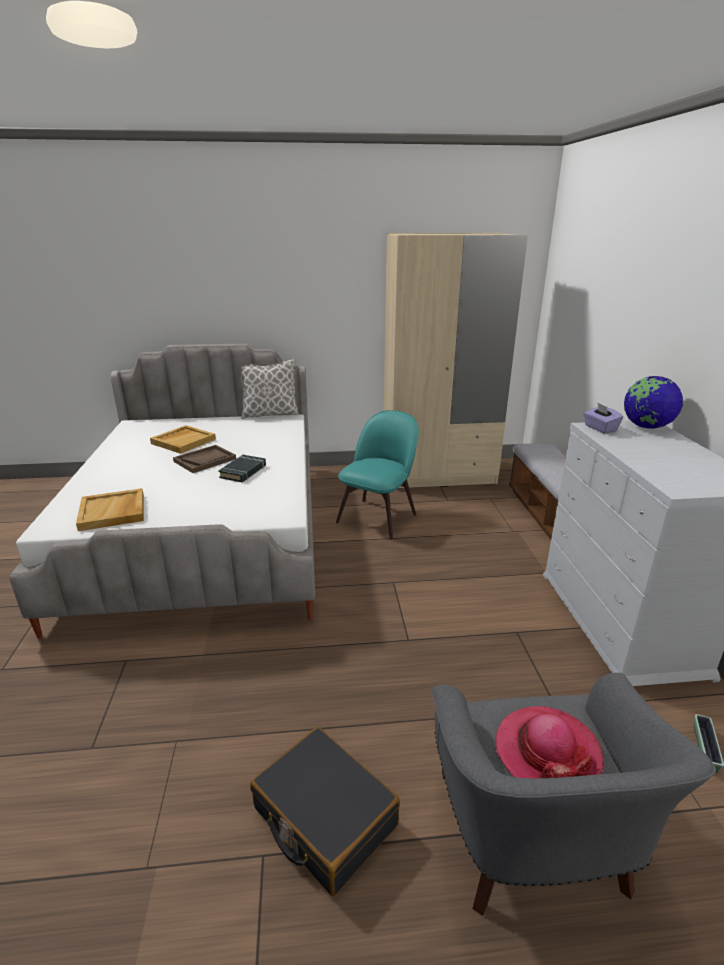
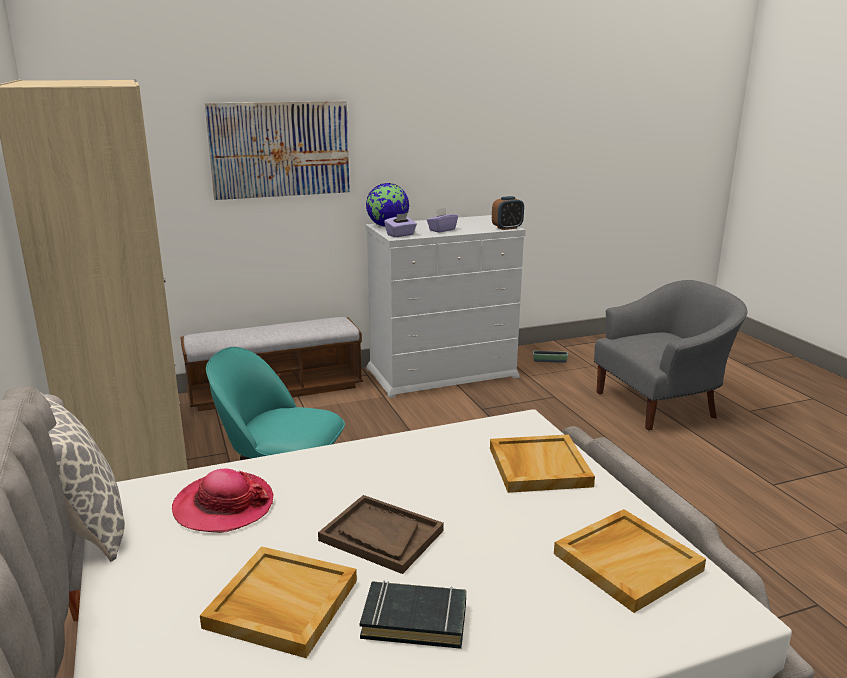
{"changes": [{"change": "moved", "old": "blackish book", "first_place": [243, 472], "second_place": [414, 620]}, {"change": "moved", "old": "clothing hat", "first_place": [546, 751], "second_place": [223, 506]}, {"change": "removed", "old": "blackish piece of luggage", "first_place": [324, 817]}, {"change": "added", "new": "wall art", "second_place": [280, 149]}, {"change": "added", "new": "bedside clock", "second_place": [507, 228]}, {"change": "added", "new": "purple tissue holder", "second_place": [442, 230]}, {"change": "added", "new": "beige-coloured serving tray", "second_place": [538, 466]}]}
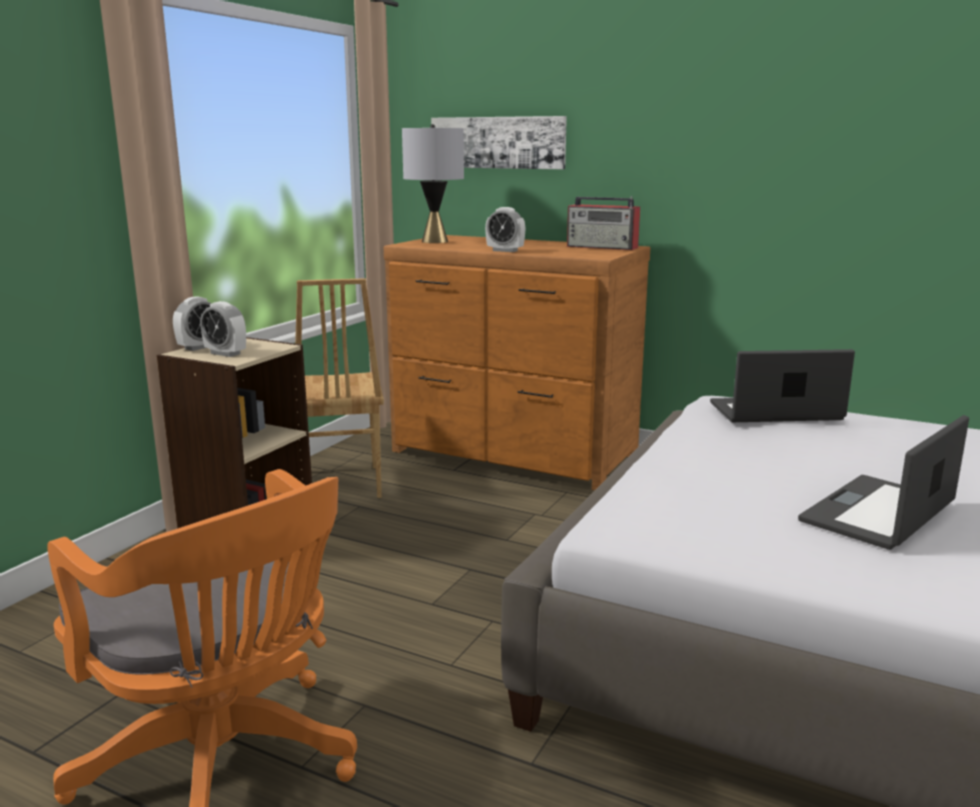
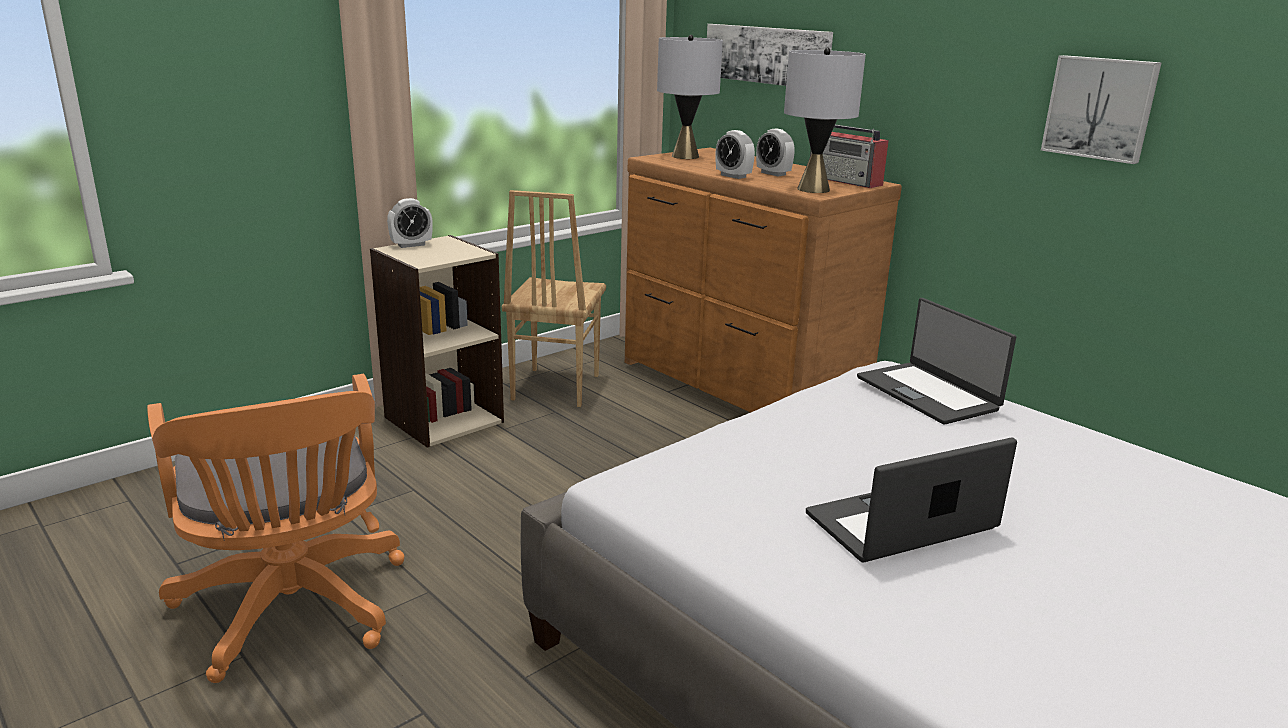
{"changes": [{"change": "moved", "old": "bedside clock", "first_place": [225, 353], "second_place": [773, 174]}, {"change": "turned", "old": "portable computer", "first_place": [776, 412], "second_place": [928, 393], "degrees": -135}, {"change": "added", "new": "greyish tabletop lamp", "second_place": [813, 189]}, {"change": "added", "new": "wall art", "second_place": [1100, 108]}]}
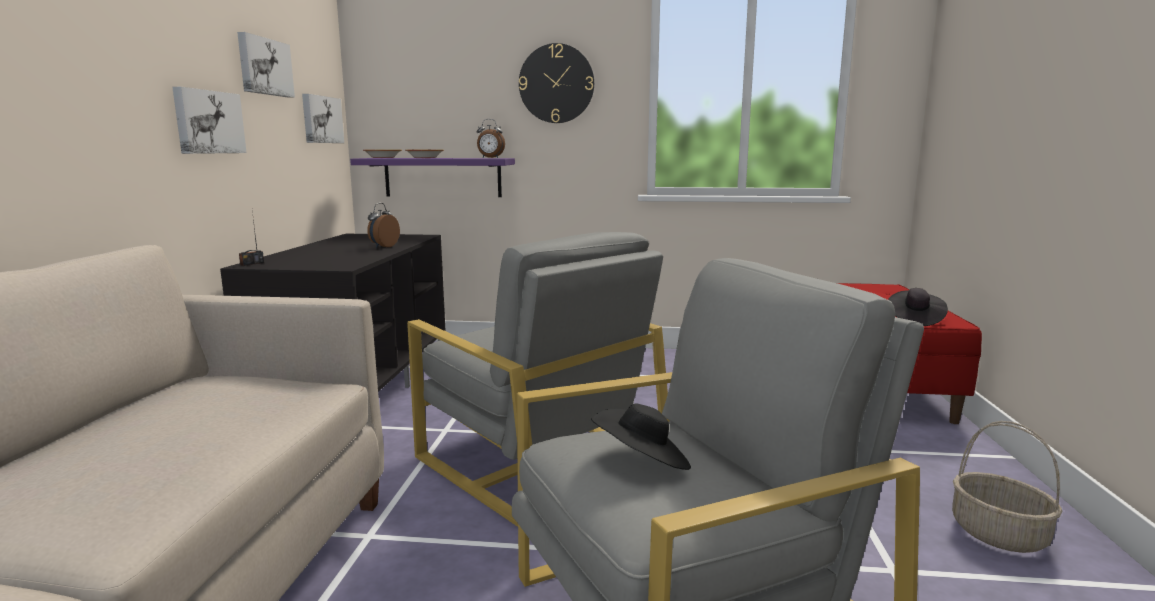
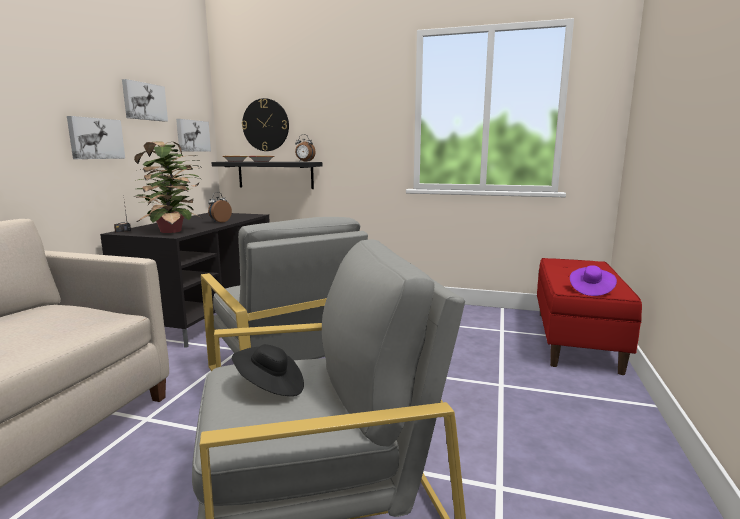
{"changes": [{"change": "moved", "old": "clock on the wall", "first_place": [556, 84], "second_place": [265, 125]}, {"change": "recoloured", "old": "purple bracket shelf", "new": "blackish bracket shelf", "first_place": [442, 177], "second_place": [275, 175]}, {"change": "recoloured", "old": "blackish clothing hat", "new": "purple clothing hat", "first_place": [914, 320], "second_place": [590, 290]}, {"change": "removed", "old": "basket", "first_place": [999, 534]}, {"change": "added", "new": "plant in a pot", "second_place": [173, 231]}]}
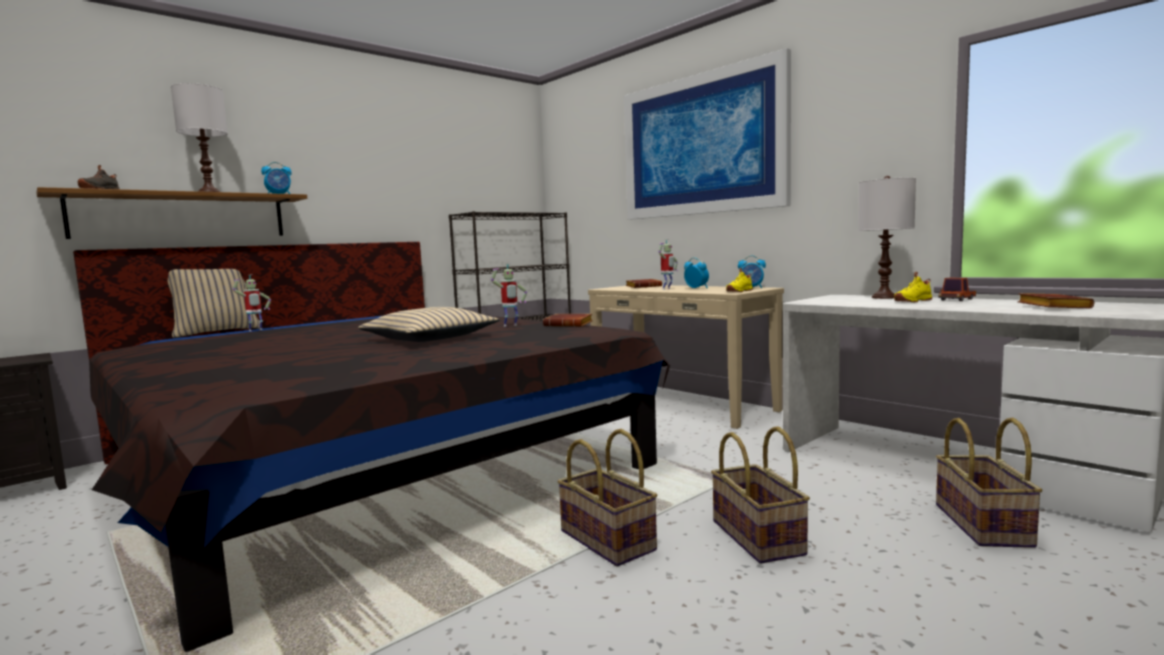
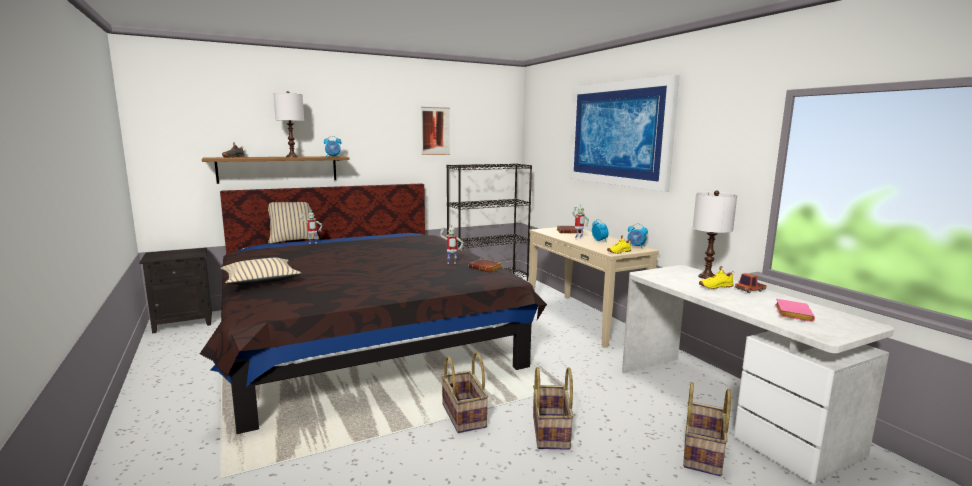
{"changes": [{"change": "recoloured", "old": "brown book", "new": "pink book", "first_place": [1050, 307], "second_place": [791, 313]}, {"change": "moved", "old": "beige-coloured throw pillow", "first_place": [429, 338], "second_place": [260, 280]}, {"change": "added", "new": "wall art", "second_place": [435, 131]}]}
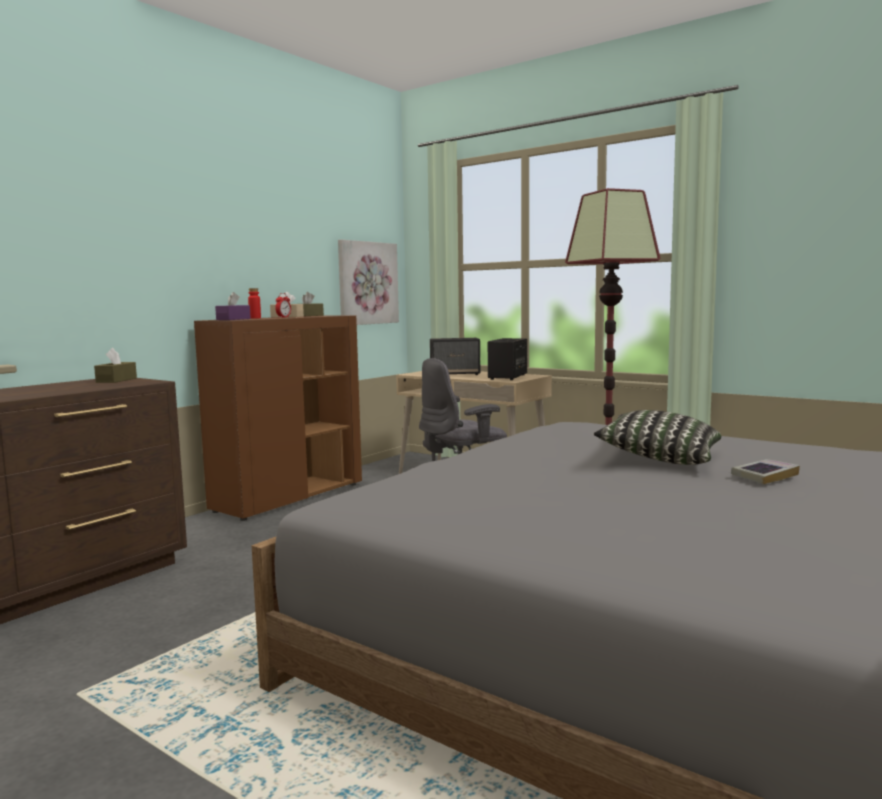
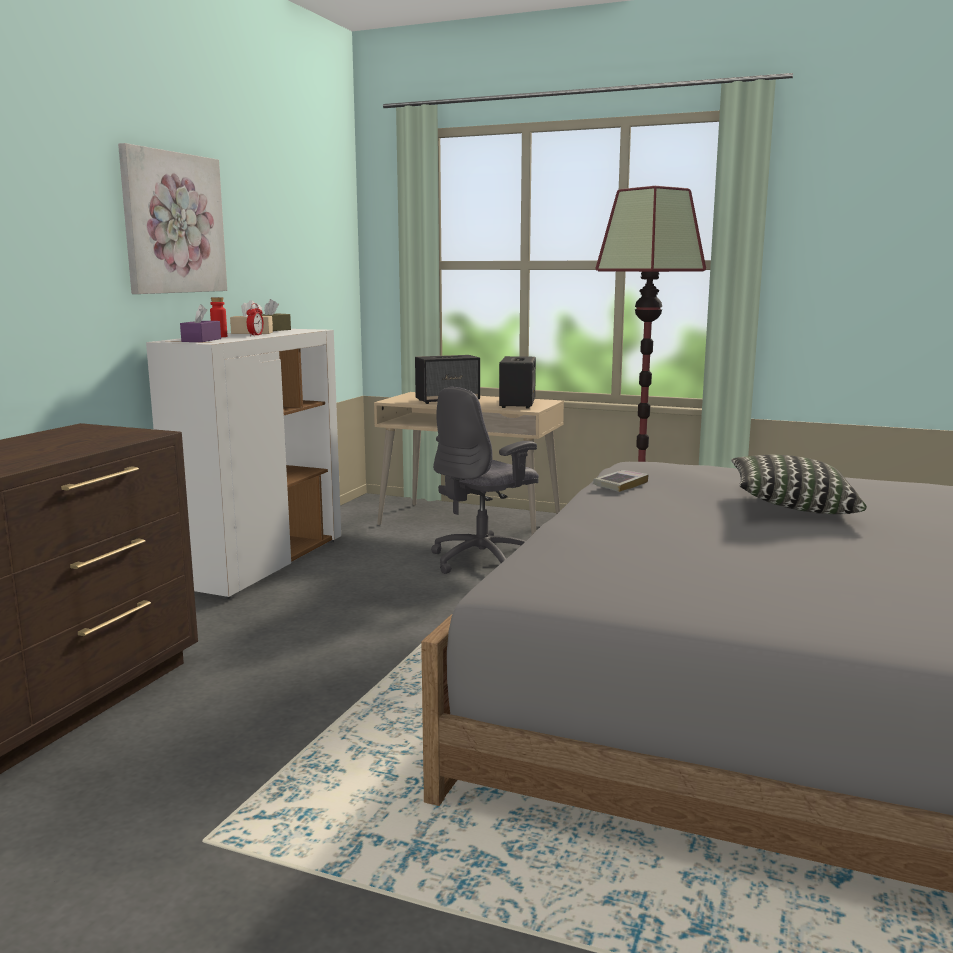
{"changes": [{"change": "moved", "old": "wall art", "first_place": [367, 283], "second_place": [172, 223]}, {"change": "recoloured", "old": "brown cabinet", "new": "whitish cabinet", "first_place": [289, 497], "second_place": [261, 563]}, {"change": "removed", "old": "brown tissue holder", "first_place": [116, 380]}, {"change": "moved", "old": "book", "first_place": [764, 476], "second_place": [620, 485]}]}
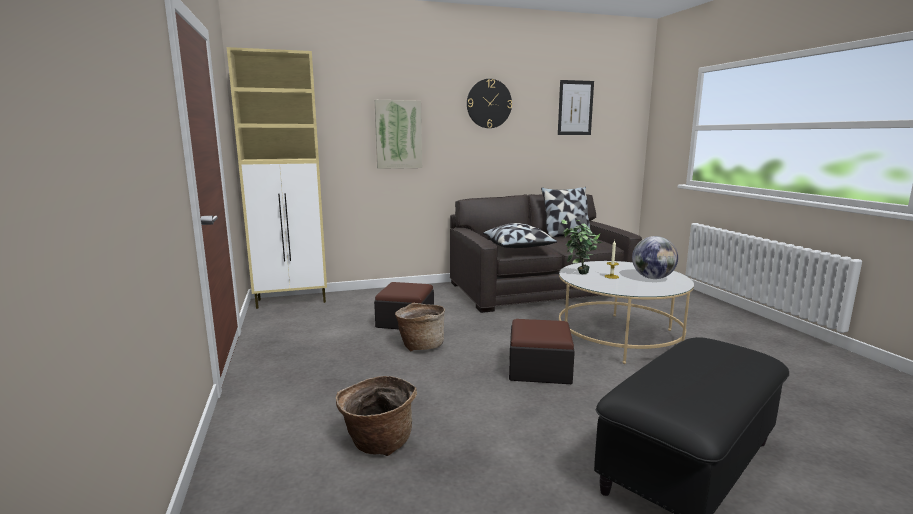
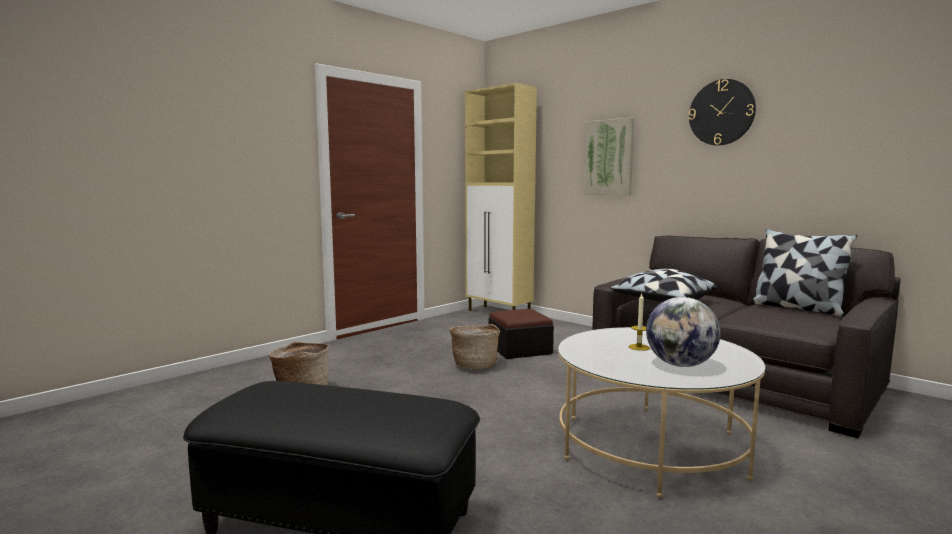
{"changes": [{"change": "removed", "old": "wall art", "first_place": [575, 108]}, {"change": "removed", "old": "plant in a pot", "first_place": [578, 274]}, {"change": "removed", "old": "ottoman", "first_place": [539, 368]}]}
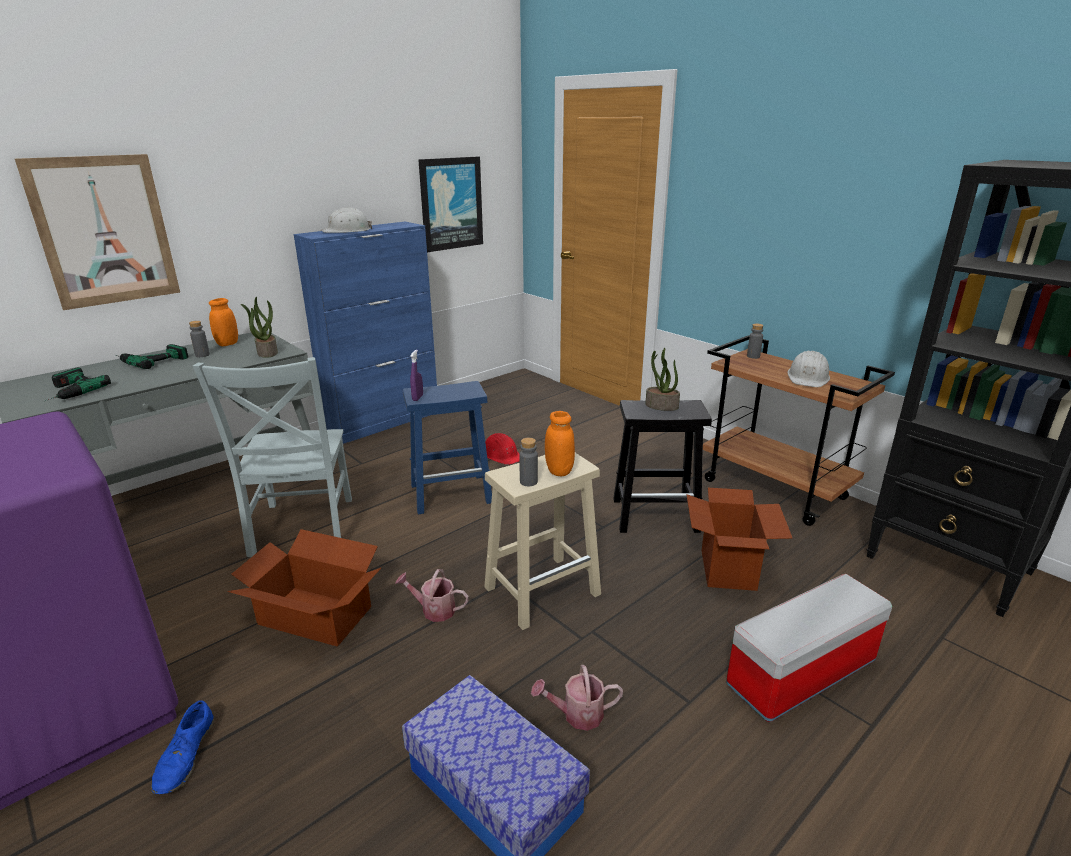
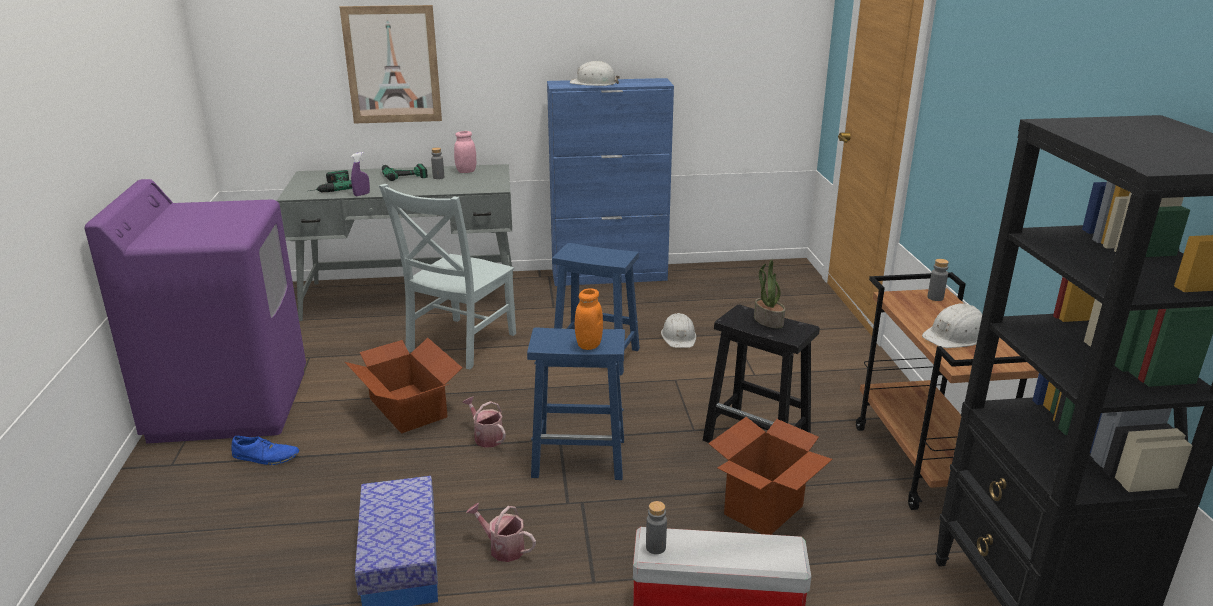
{"changes": [{"change": "removed", "old": "wall art", "first_place": [451, 204]}, {"change": "removed", "old": "plant in a pot", "first_place": [267, 352]}, {"change": "recoloured", "old": "orange jar", "new": "pink jar", "first_place": [227, 344], "second_place": [466, 171]}, {"change": "moved", "old": "purple hand sprayer", "first_place": [417, 398], "second_place": [362, 194]}, {"change": "recoloured", "old": "reddish hard hat", "new": "whitish hard hat", "first_place": [502, 455], "second_place": [679, 337]}, {"change": "moved", "old": "greyish beverage bottle", "first_place": [528, 482], "second_place": [655, 547]}, {"change": "recoloured", "old": "beige-coloured sitting stool", "new": "blue-coloured sitting stool", "first_place": [543, 590], "second_place": [580, 457]}, {"change": "turned", "old": "blue-coloured low shoe", "first_place": [185, 756], "second_place": [266, 457], "degrees": -120}]}
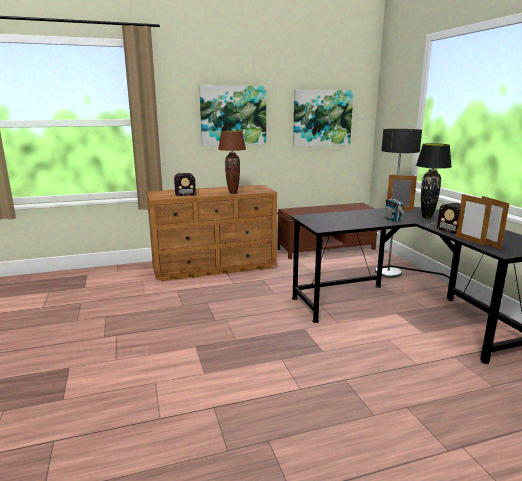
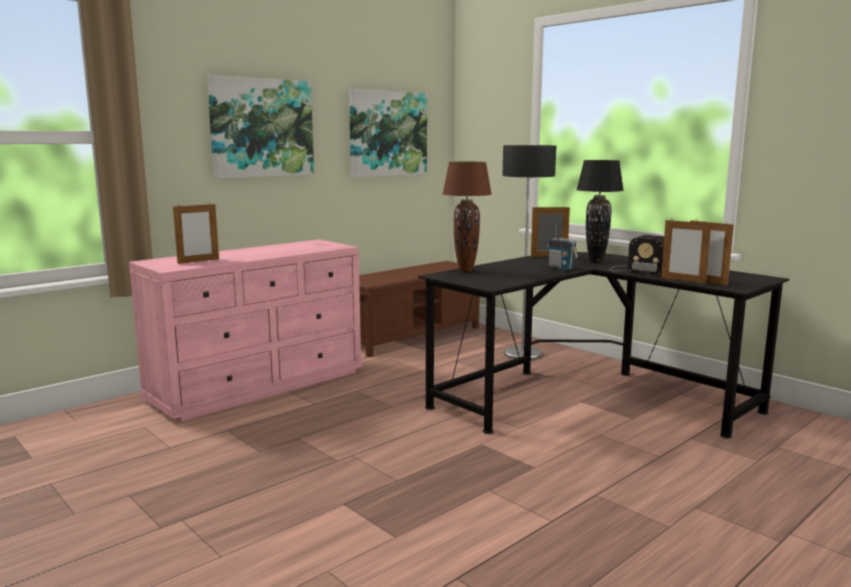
{"changes": [{"change": "moved", "old": "brown tabletop lamp", "first_place": [233, 193], "second_place": [466, 271]}, {"change": "replaced", "old": "radio receiver", "new": "standing frame", "first_place": [177, 194], "second_place": [198, 261]}, {"change": "recoloured", "old": "brown dresser", "new": "pink dresser", "first_place": [215, 267], "second_place": [260, 385]}]}
